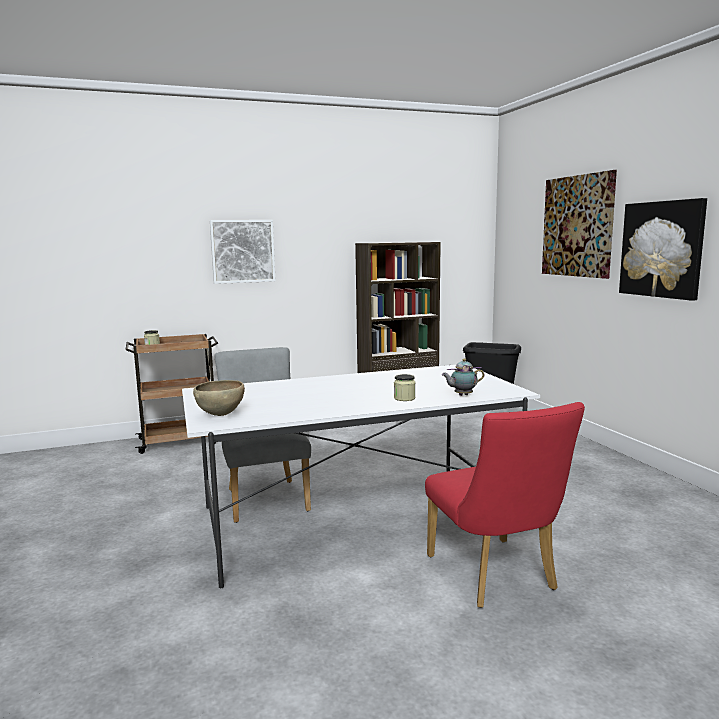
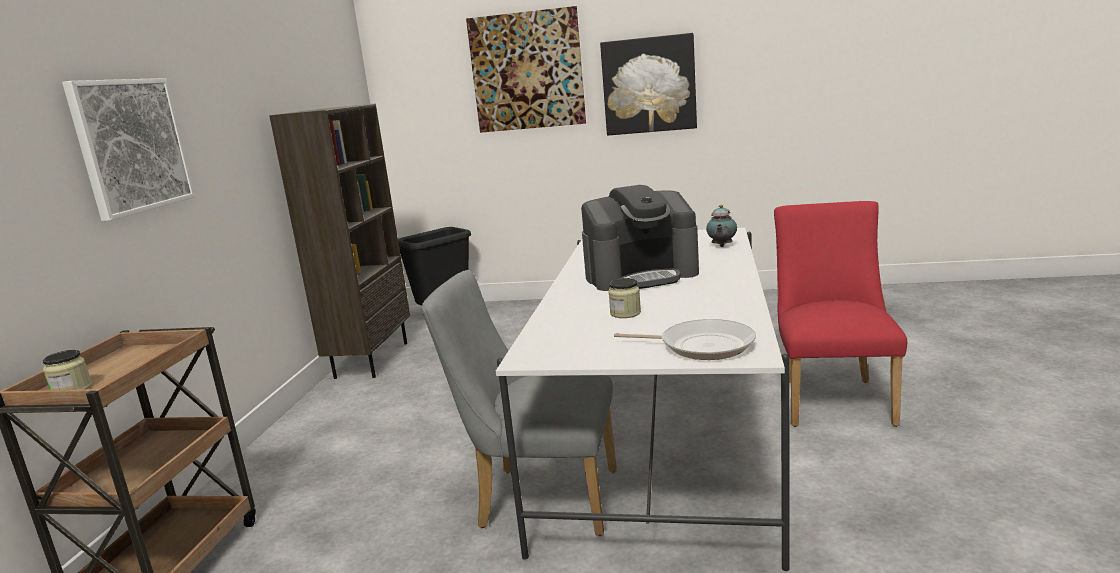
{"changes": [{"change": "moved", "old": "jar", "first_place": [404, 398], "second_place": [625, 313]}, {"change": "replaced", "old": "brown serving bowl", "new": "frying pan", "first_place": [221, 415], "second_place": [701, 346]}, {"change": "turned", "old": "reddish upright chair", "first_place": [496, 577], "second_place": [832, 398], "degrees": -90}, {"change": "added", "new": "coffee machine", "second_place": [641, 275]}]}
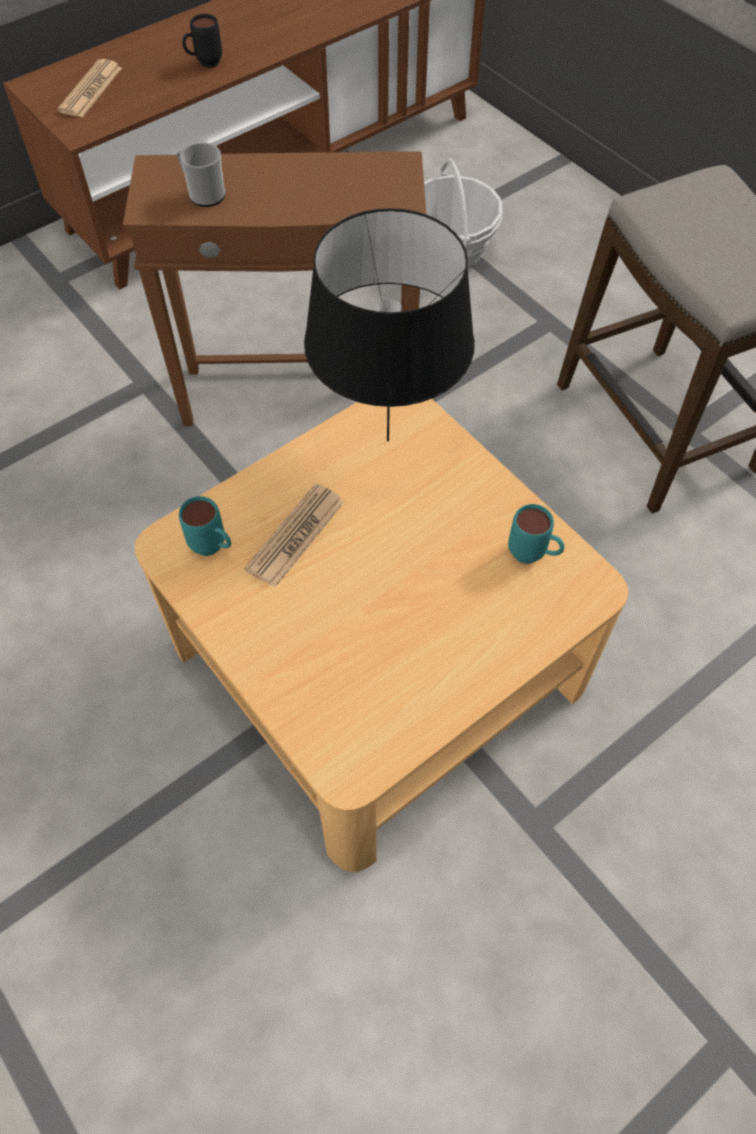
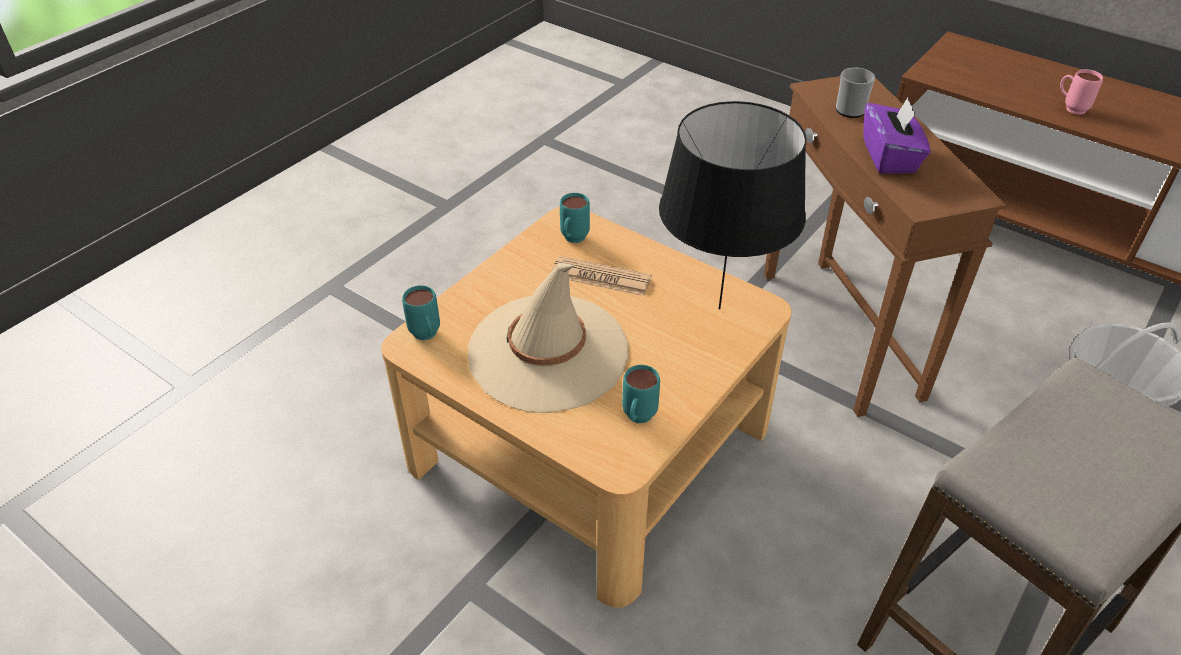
{"changes": [{"change": "recoloured", "old": "blackish mug", "new": "pink mug", "first_place": [204, 64], "second_place": [1070, 108]}, {"change": "removed", "old": "daily paper", "first_place": [91, 90]}, {"change": "added", "new": "purple tissue holder", "second_place": [890, 157]}, {"change": "added", "new": "beige-coloured clothing hat", "second_place": [548, 353]}, {"change": "added", "new": "turquoise-coloured mug", "second_place": [426, 337]}]}
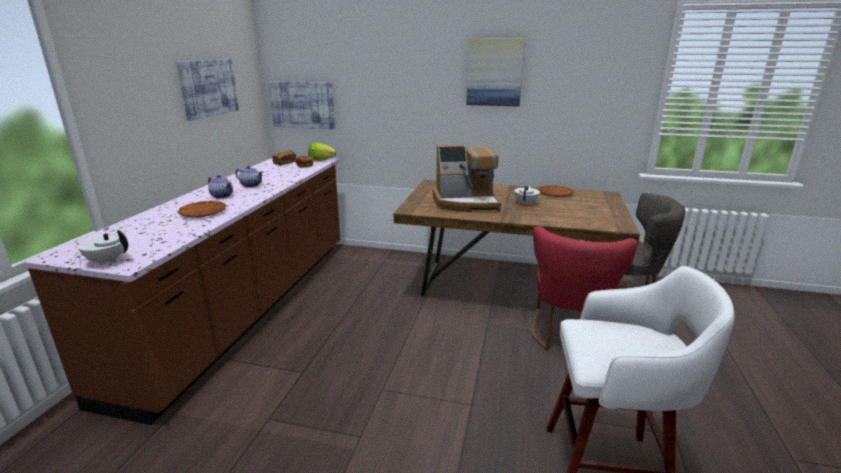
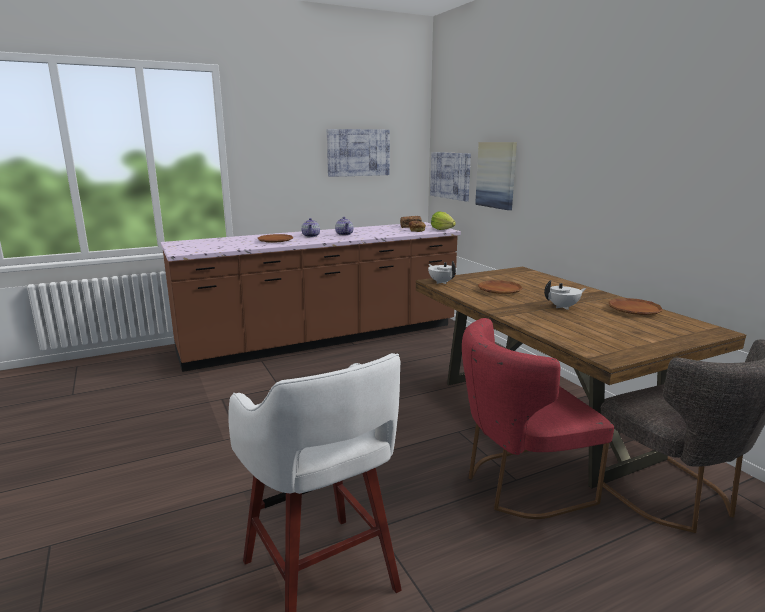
{"changes": [{"change": "moved", "old": "wall art", "first_place": [494, 72], "second_place": [496, 175]}, {"change": "replaced", "old": "coffee machine", "new": "brown plate", "first_place": [466, 203], "second_place": [499, 290]}, {"change": "moved", "old": "whitish tea pot", "first_place": [107, 261], "second_place": [441, 282]}]}
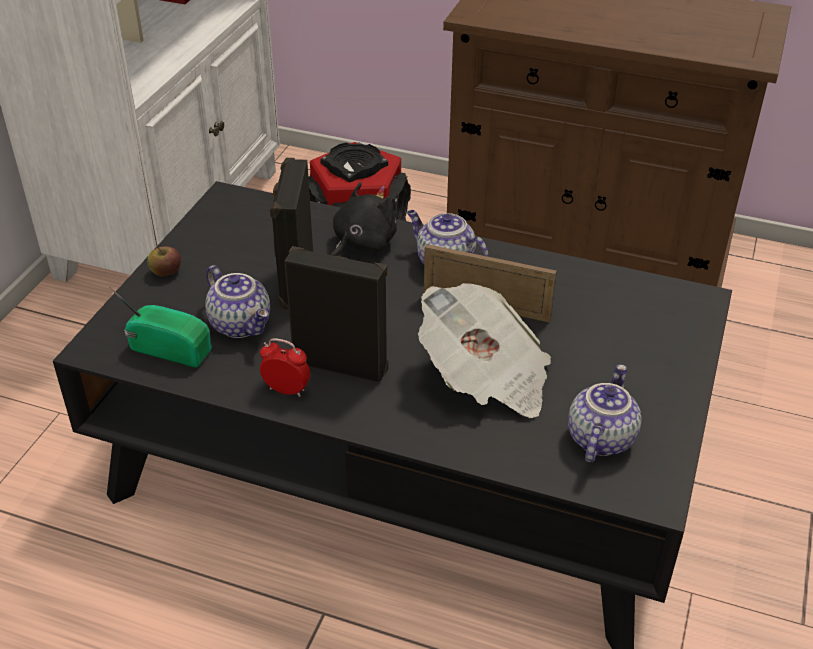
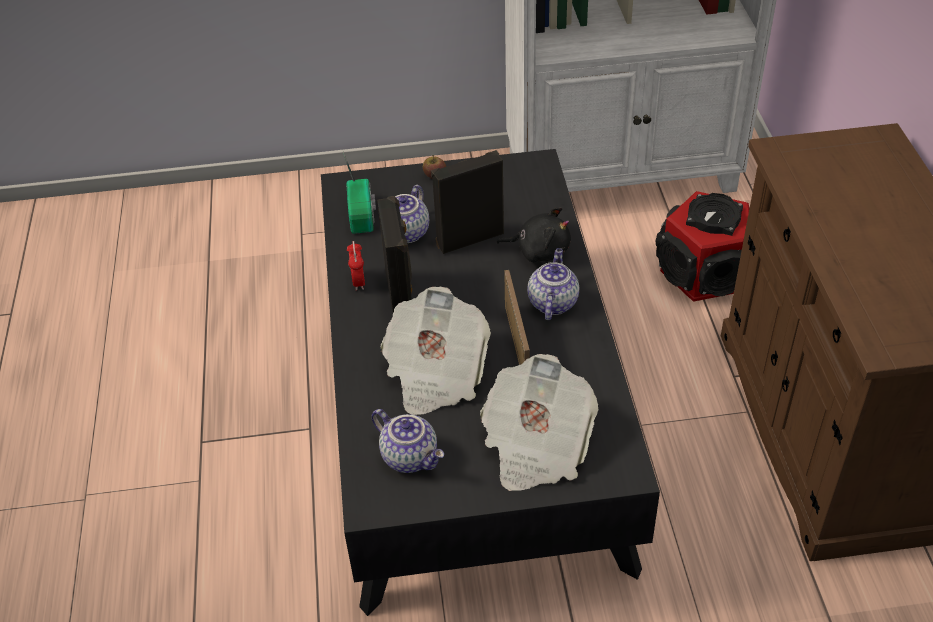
{"changes": [{"change": "turned", "old": "tea pot", "first_place": [599, 438], "second_place": [411, 456], "degrees": 45}, {"change": "added", "new": "daily paper", "second_place": [536, 445]}]}
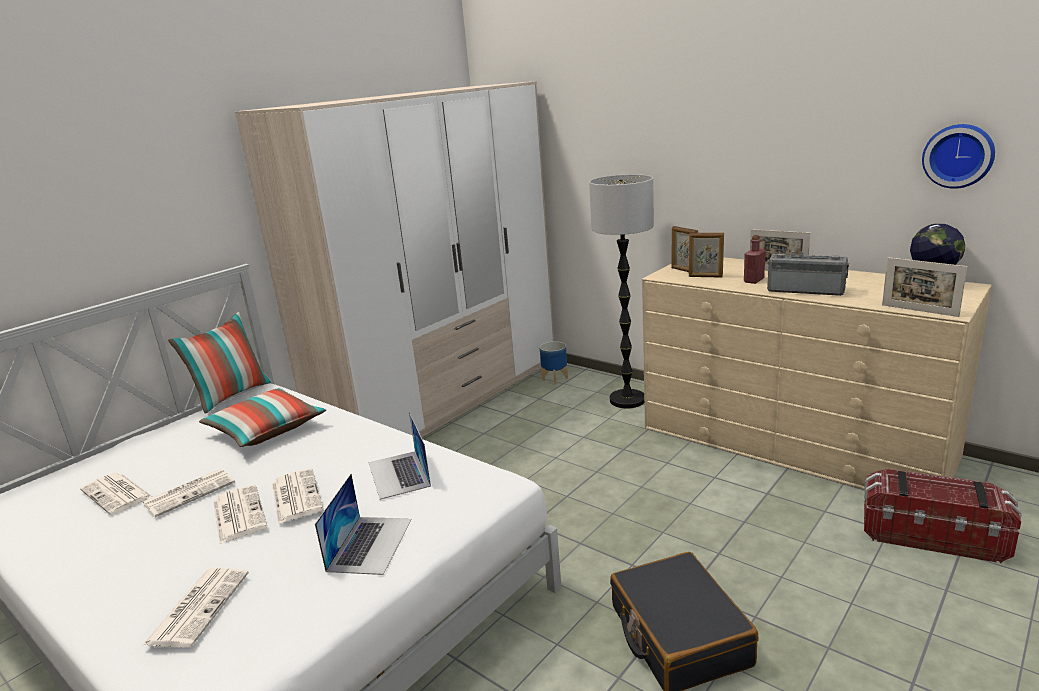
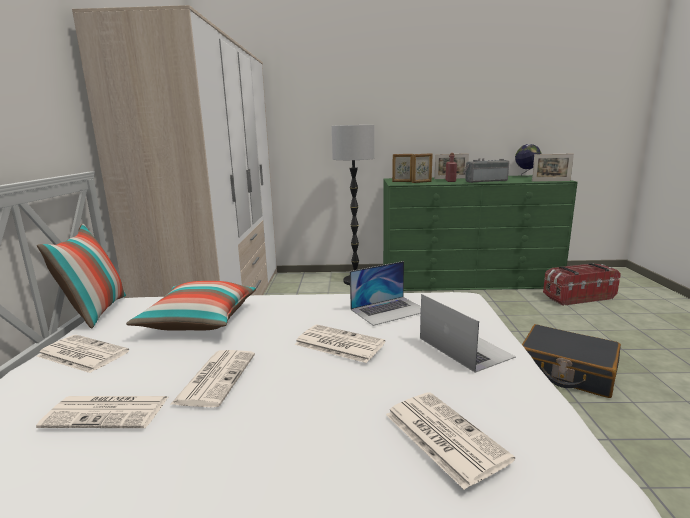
{"changes": [{"change": "removed", "old": "clock on the wall", "first_place": [958, 155]}, {"change": "recoloured", "old": "beige-coloured dresser", "new": "green-coloured dresser", "first_place": [792, 441], "second_place": [467, 279]}, {"change": "removed", "old": "plant pot", "first_place": [555, 379]}, {"change": "turned", "old": "portable computer", "first_place": [399, 474], "second_place": [389, 310], "degrees": -60}, {"change": "moved", "old": "daily paper", "first_place": [238, 514], "second_place": [81, 354]}]}
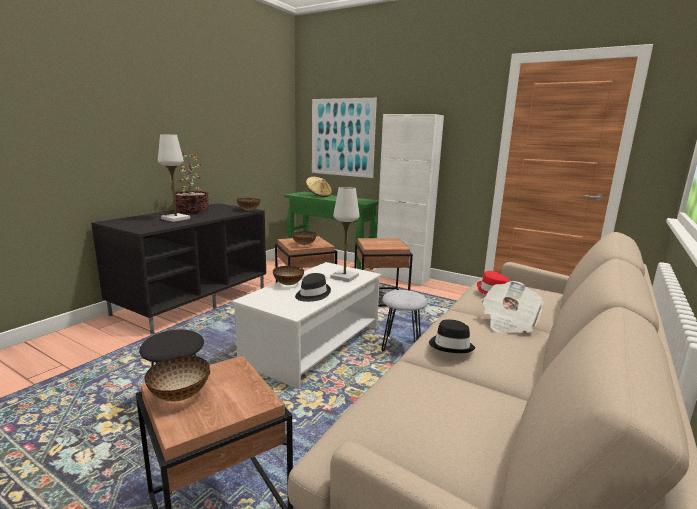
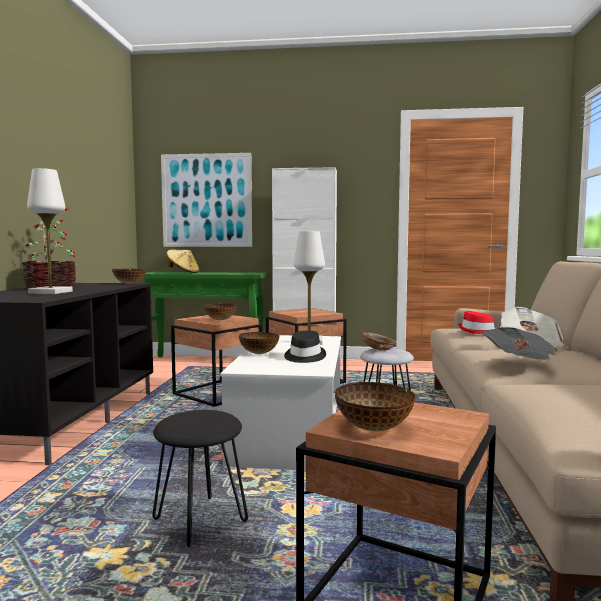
{"changes": [{"change": "replaced", "old": "blackish clothing hat", "new": "daily paper", "first_place": [451, 345], "second_place": [520, 364]}, {"change": "added", "new": "brown serving bowl", "second_place": [378, 350]}]}
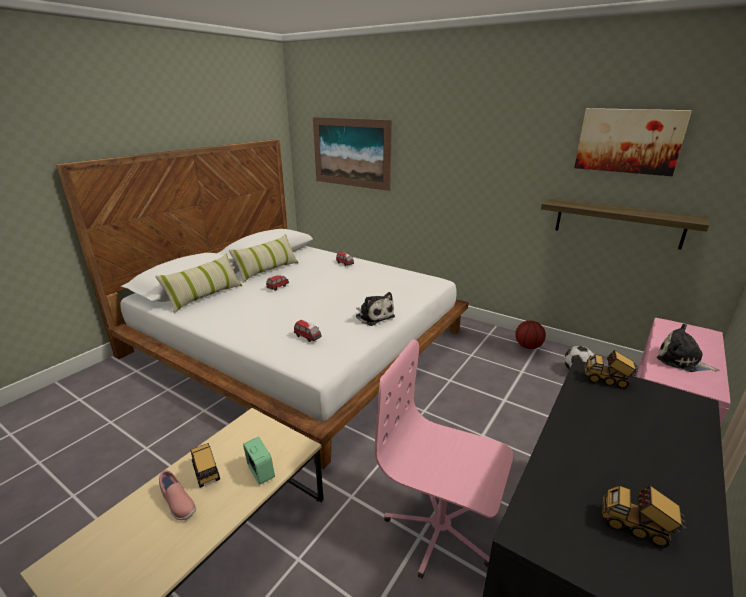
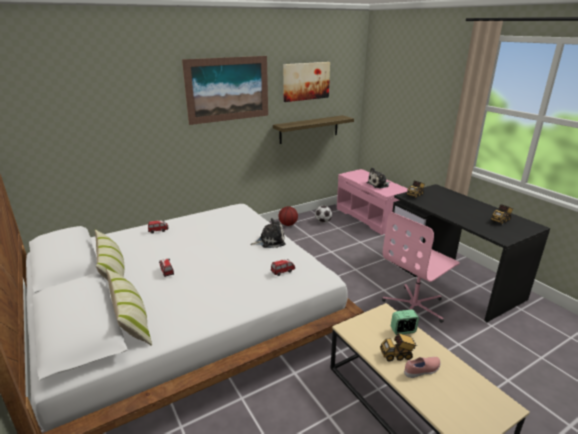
{"changes": [{"change": "moved", "old": "wall art", "first_place": [351, 153], "second_place": [228, 89]}]}
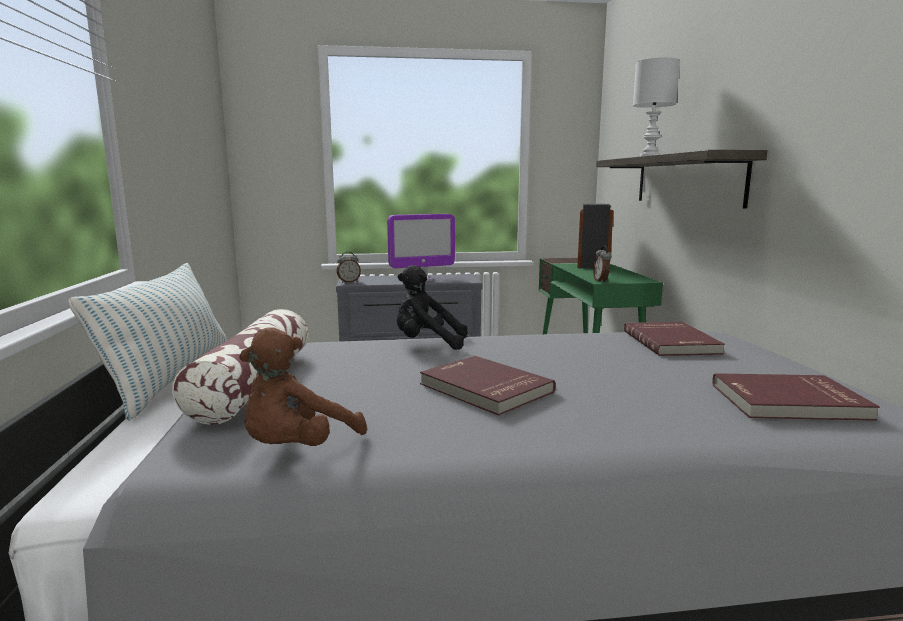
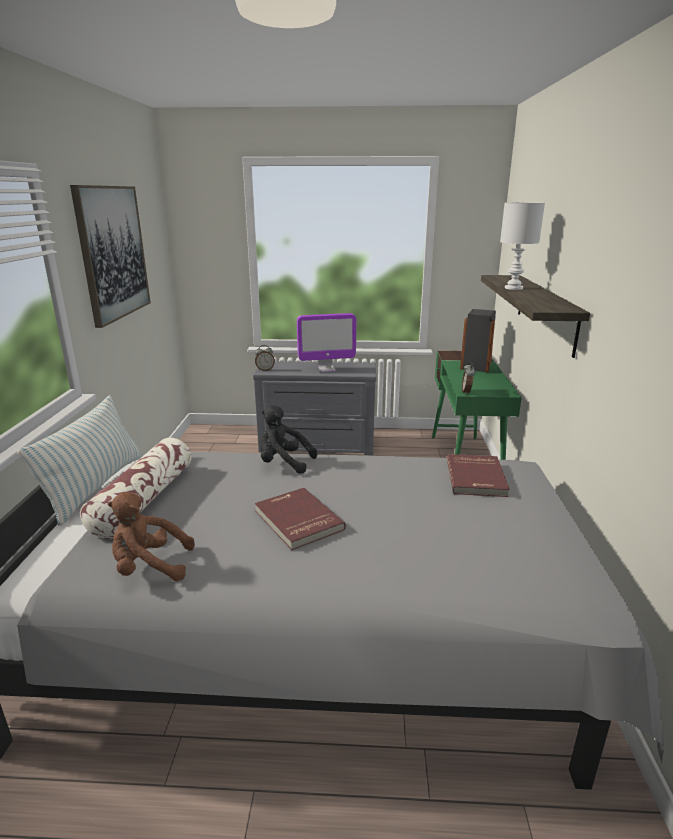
{"changes": [{"change": "turned", "old": "brown soft toy", "first_place": [298, 448], "second_place": [150, 567], "degrees": 45}, {"change": "removed", "old": "reddish book", "first_place": [789, 402]}, {"change": "added", "new": "wall art", "second_place": [113, 252]}]}
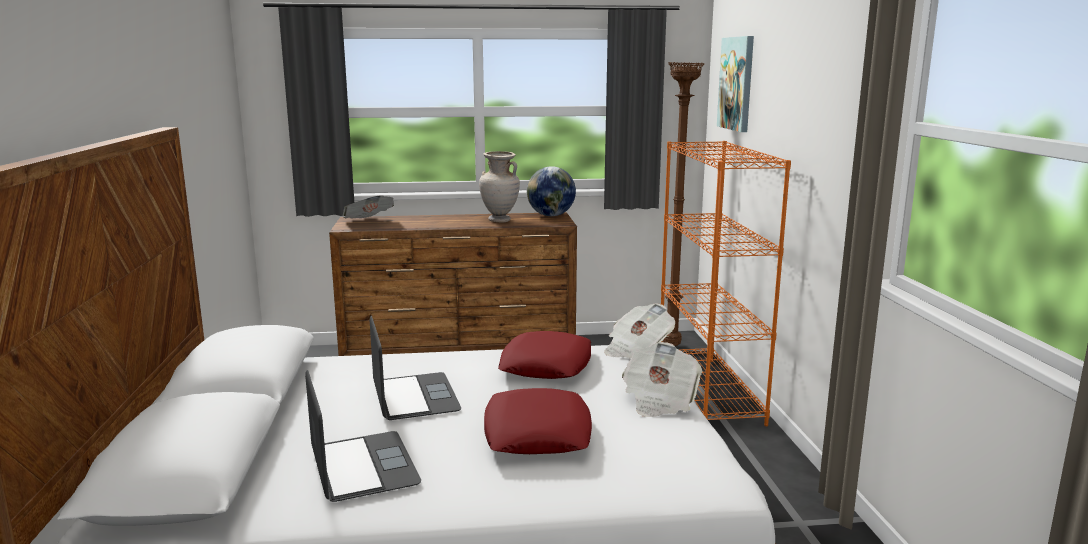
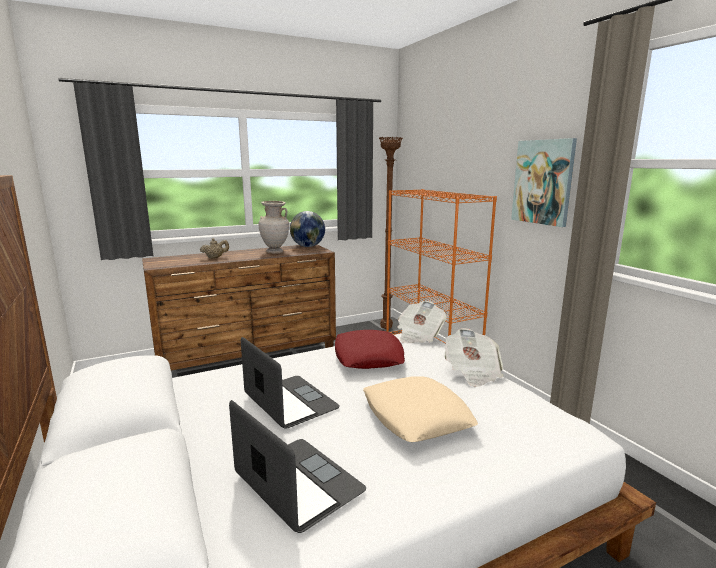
{"changes": [{"change": "moved", "old": "wall art", "first_place": [737, 83], "second_place": [543, 182]}, {"change": "removed", "old": "daily paper", "first_place": [369, 222]}, {"change": "recoloured", "old": "reddish throw pillow", "new": "beige-coloured throw pillow", "first_place": [537, 433], "second_place": [416, 416]}, {"change": "added", "new": "beige-coloured tea pot", "second_place": [215, 258]}]}
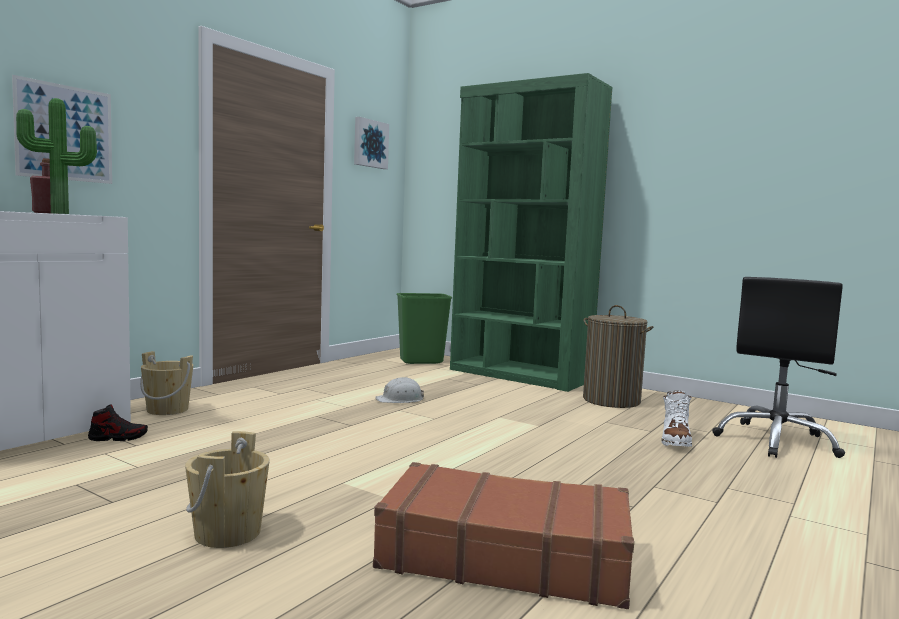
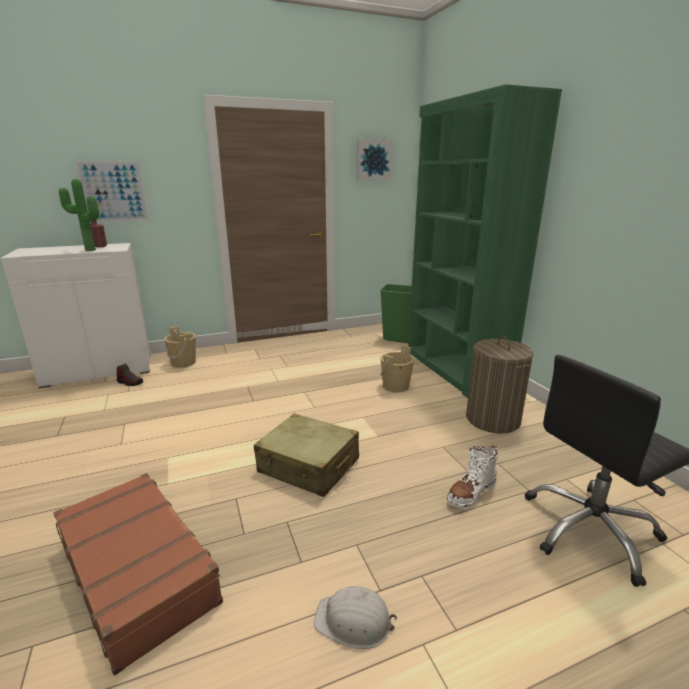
{"changes": [{"change": "moved", "old": "whitish hard hat", "first_place": [400, 399], "second_place": [354, 621]}, {"change": "moved", "old": "beige-coloured pail", "first_place": [228, 533], "second_place": [395, 386]}, {"change": "added", "new": "beige-coloured piece of luggage", "second_place": [308, 466]}]}
